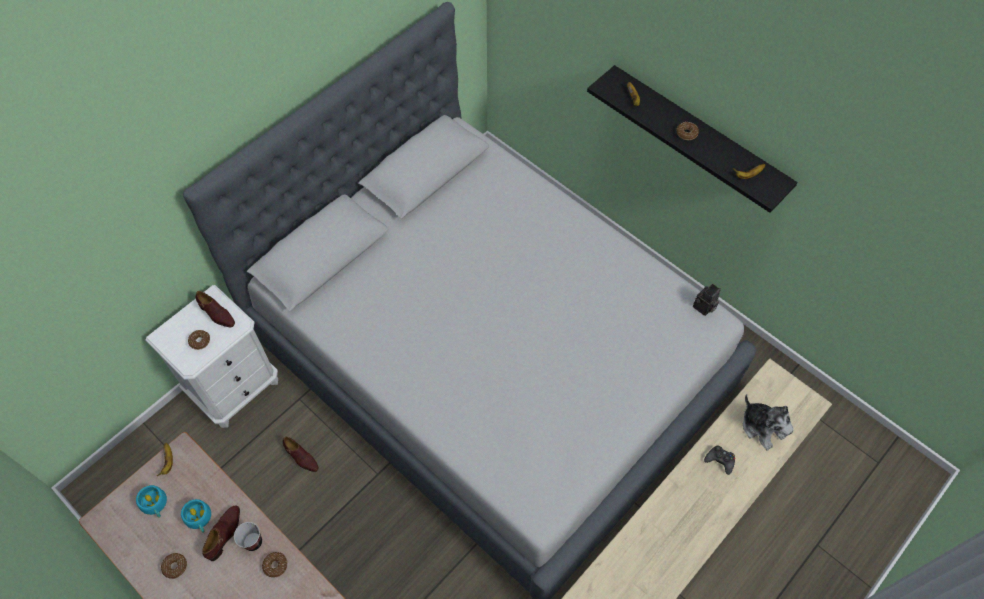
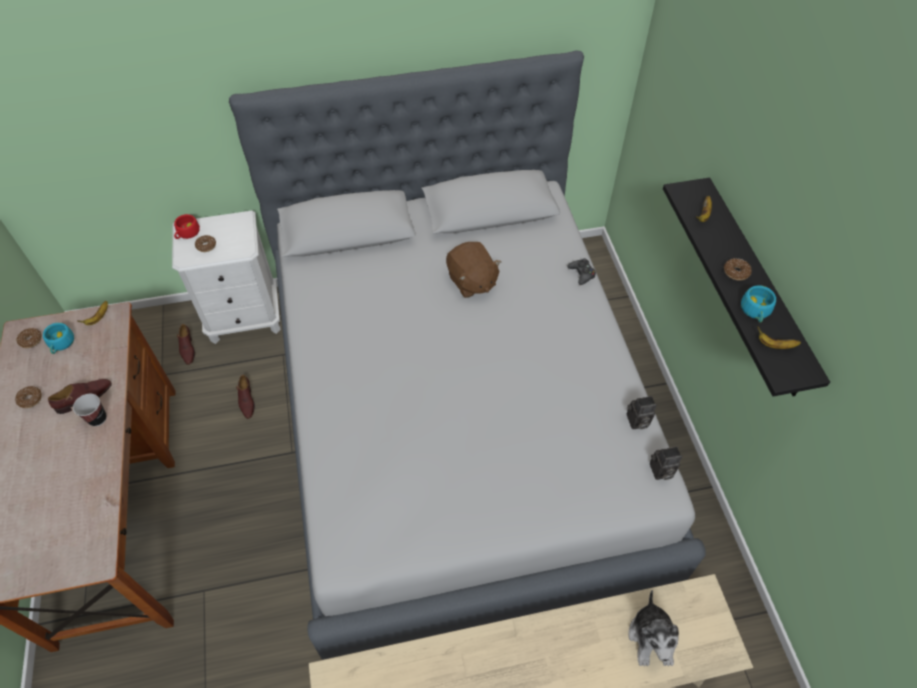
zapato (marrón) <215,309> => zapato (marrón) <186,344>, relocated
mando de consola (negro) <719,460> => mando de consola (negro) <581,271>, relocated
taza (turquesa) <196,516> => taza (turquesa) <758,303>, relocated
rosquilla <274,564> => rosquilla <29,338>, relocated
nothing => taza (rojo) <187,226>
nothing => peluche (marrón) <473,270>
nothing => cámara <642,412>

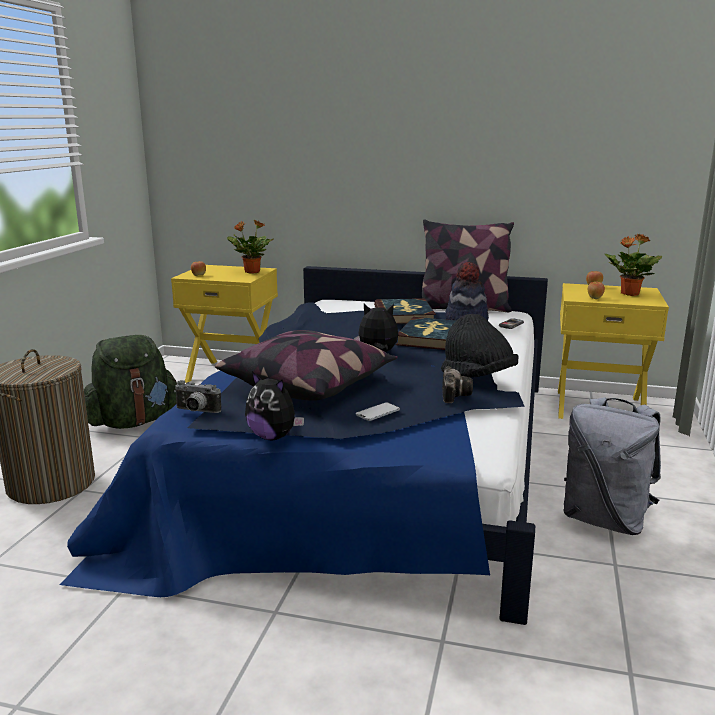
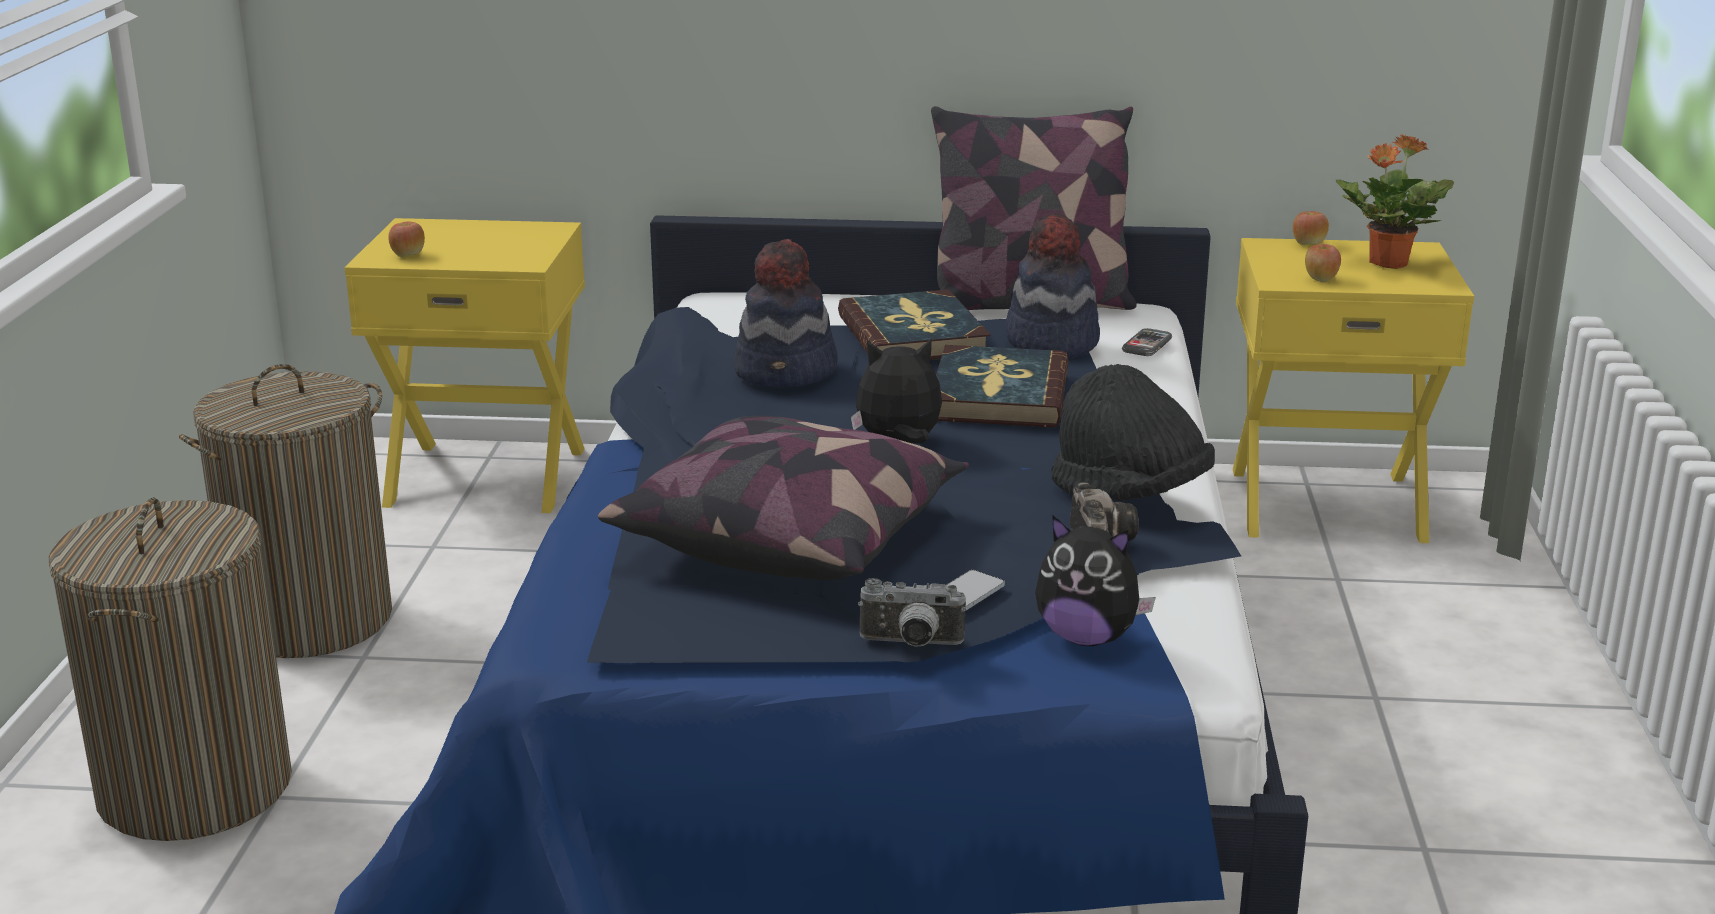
planta en maceta <250,246> => nothing
mochila (verde) <131,382> => cesto de la ropa <285,511>
peluche <274,406> => peluche <1095,580>, relocated
cámara <197,396> => cámara <912,612>, relocated
mochila (gris) <612,466> => nothing
nothing => sombrero <786,313>

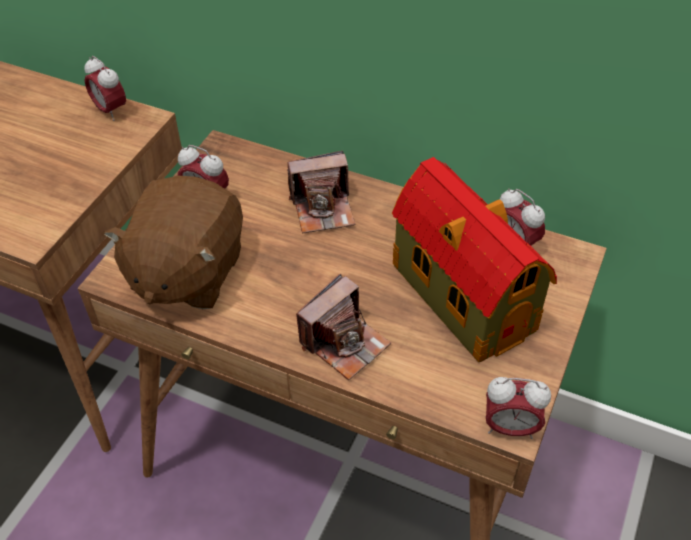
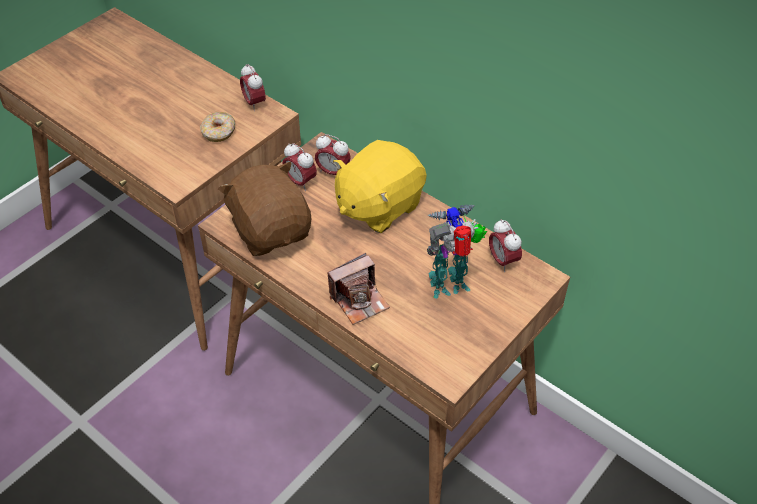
cámara <321,192> => peluche (amarillo) <380,186>
casita <474,259> => robot de juguete <457,251>
peluche (marrón) <173,242> => peluche (marrón) <264,209>, 120 degrees clockwise
despertador <518,408> => despertador <333,154>, relocated
nothing => rosquilla <217,127>

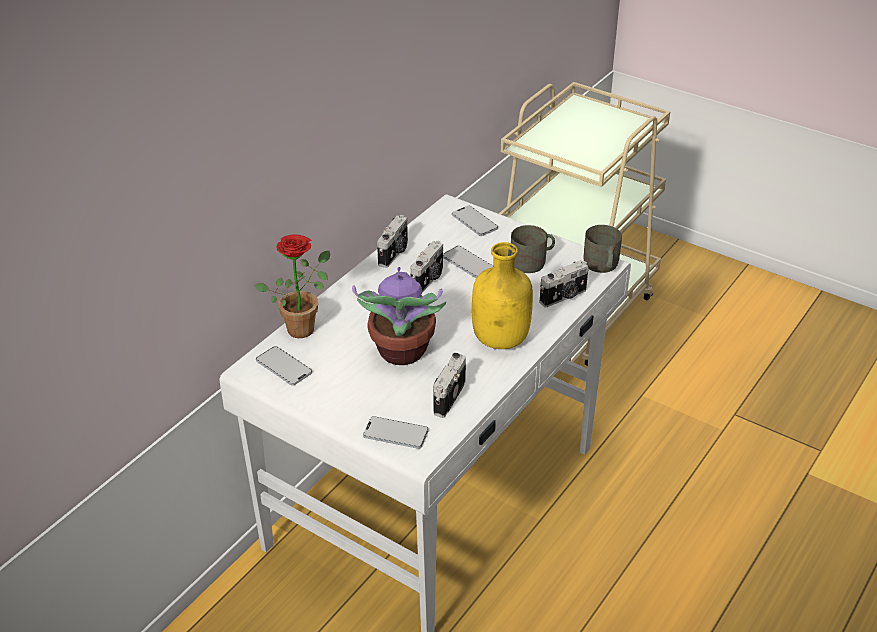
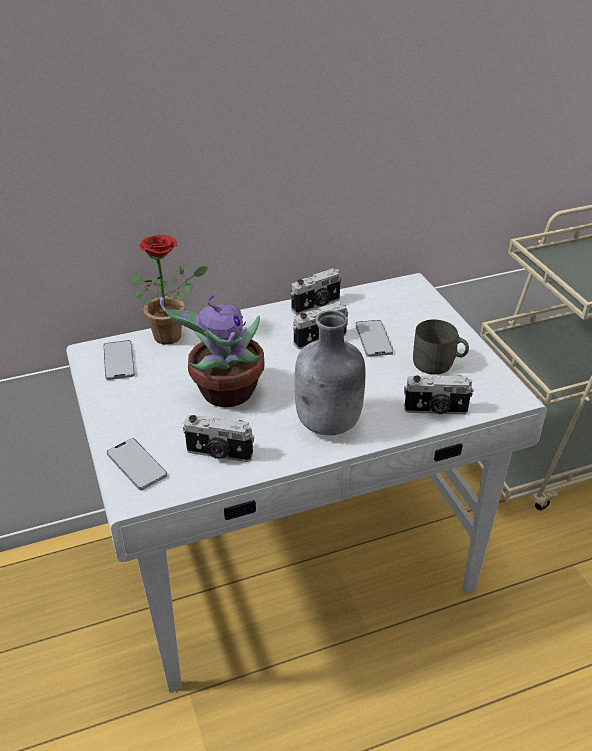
móvil <475,220> => nothing
taza grande (gris) <603,249> => nothing
botella (amarillo) <502,295> => botella (gris) <330,372>
cámara <449,385> => cámara <218,438>, 135 degrees counterclockwise

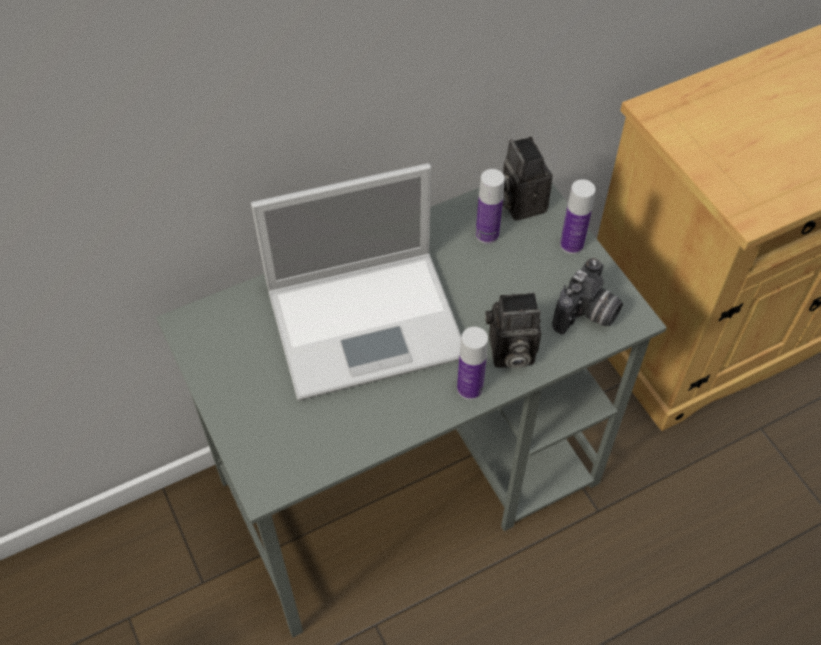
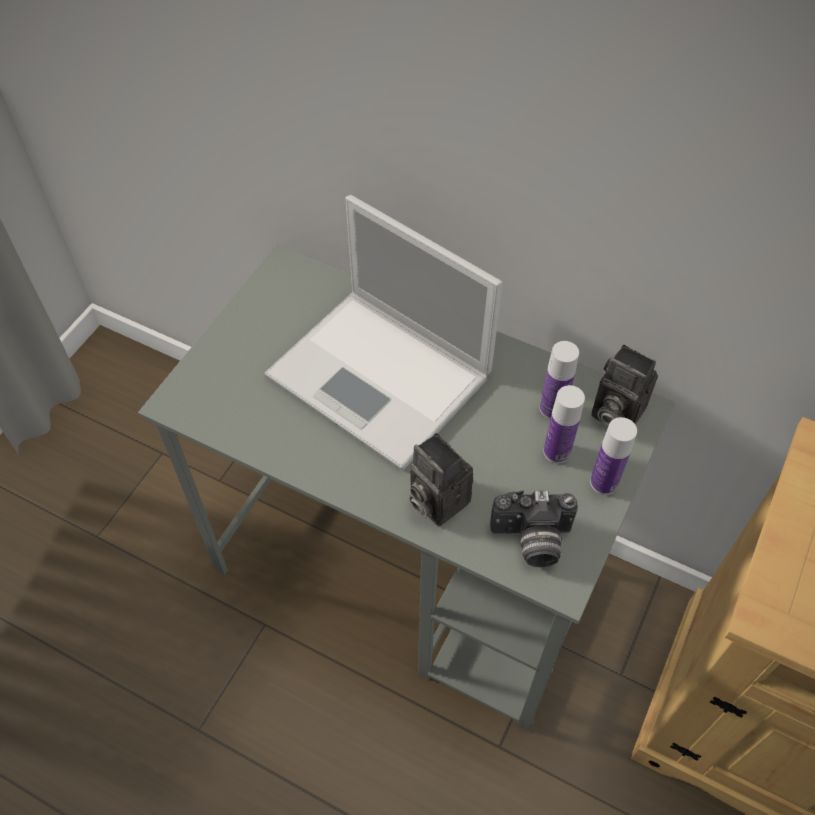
cámara <527,179> => cámara <624,385>, 90 degrees counterclockwise
botella <472,363> => botella <564,424>, relocated

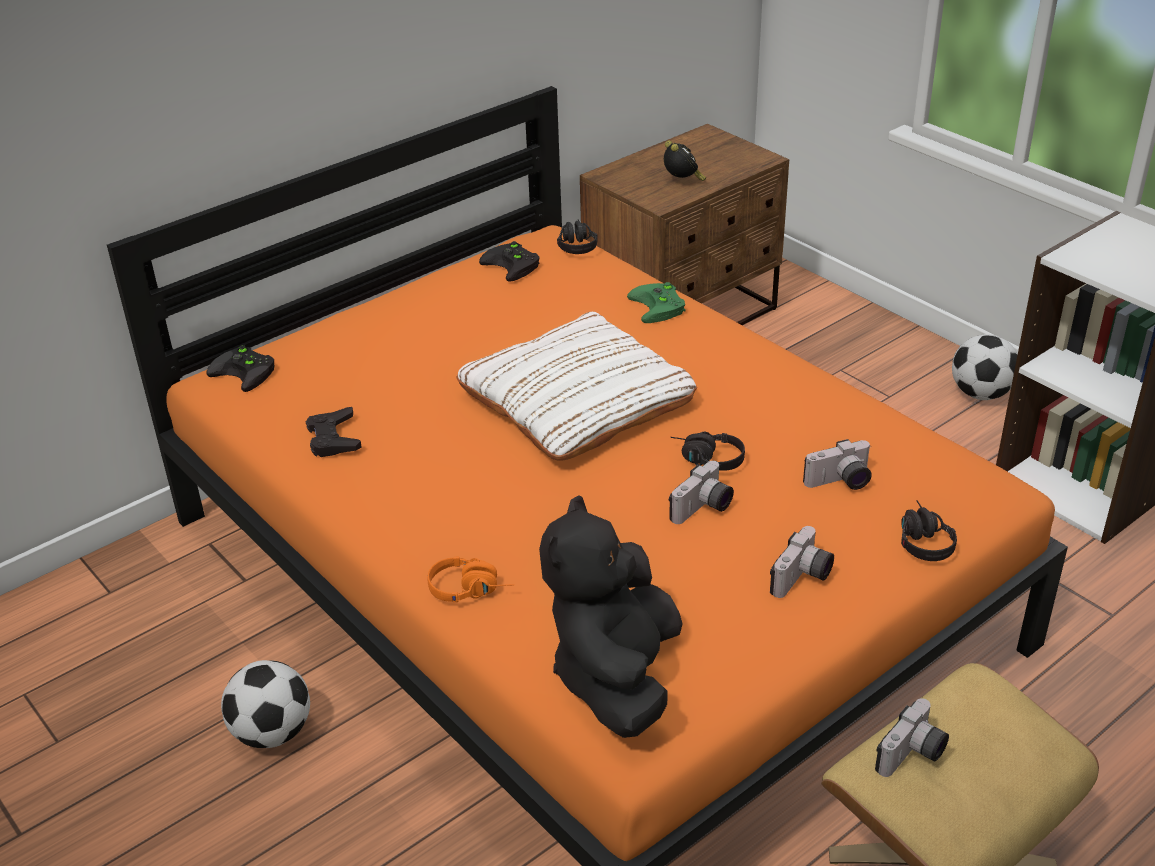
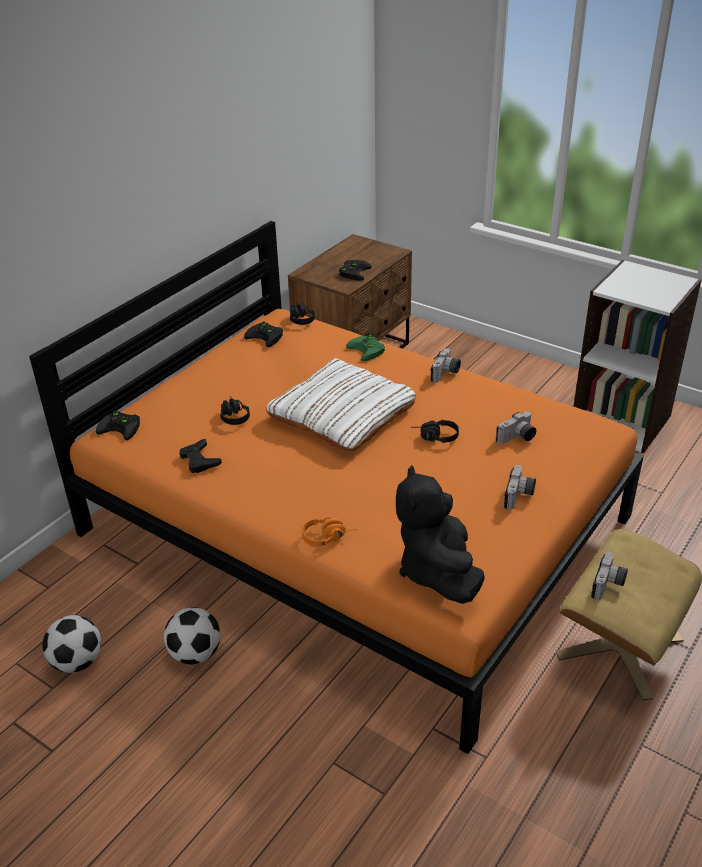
despertador <685,161> => mando de consola (negro) <355,270>
balón de fútbol <985,367> => balón de fútbol <72,644>, relocated
cámara <701,492> => cámara <445,365>, relocated
auriculares (negro) <929,530> => auriculares (negro) <235,410>, relocated

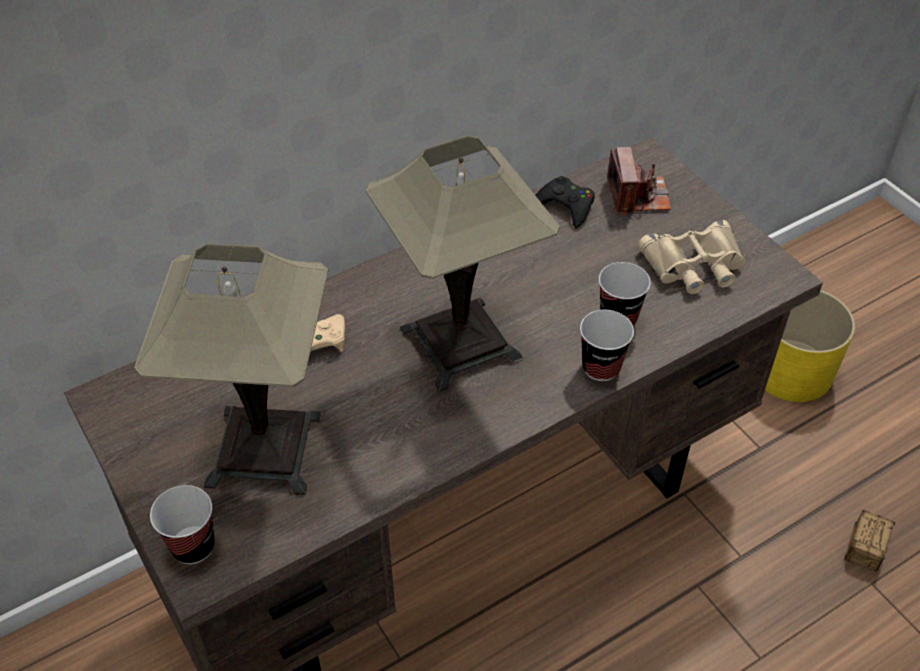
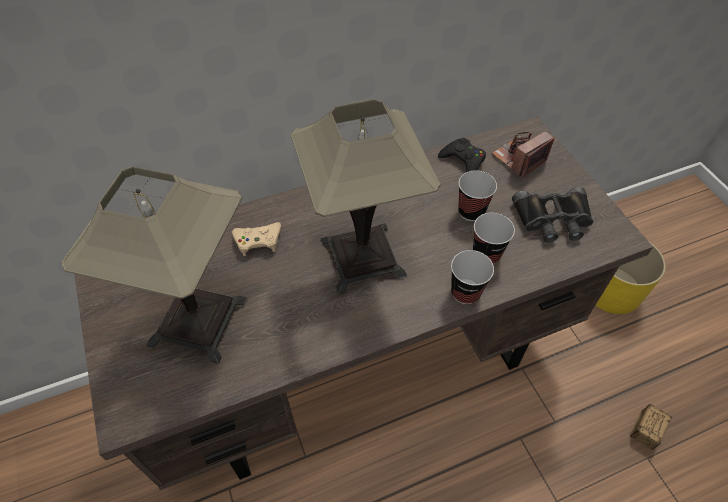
cámara <639,181> => cámara <523,154>, 135 degrees counterclockwise
prismáticos (beis) <691,257> => prismáticos (negro) <552,215>
taza <182,524> => taza <477,195>, relocated

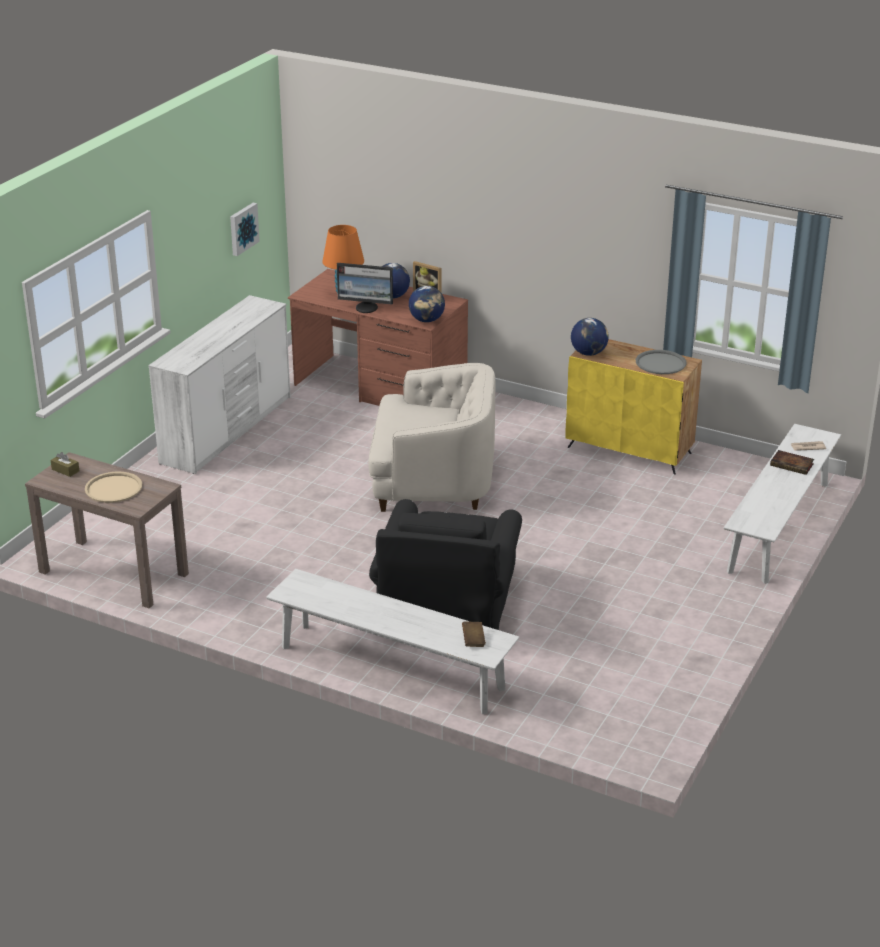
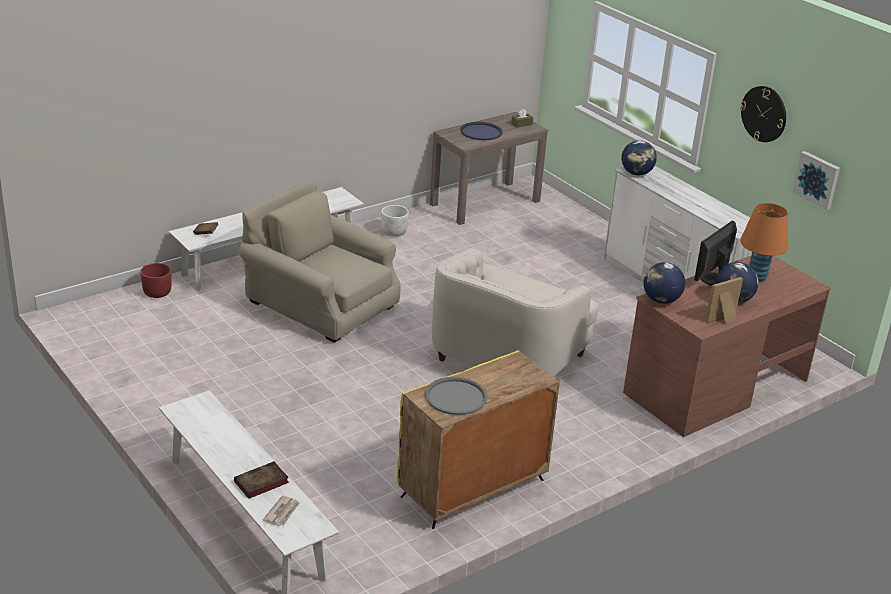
globo terráqueo <590,337> => globo terráqueo <639,157>, relocated
bandeja (beis) <113,487> => bandeja (azul) <481,131>
sillón (negro) <445,564> => sillón (beis) <320,262>
nothing => reloj de pared <763,114>
nothing => maceta (blanco) <395,220>
nothing => maceta (rojo) <156,280>

